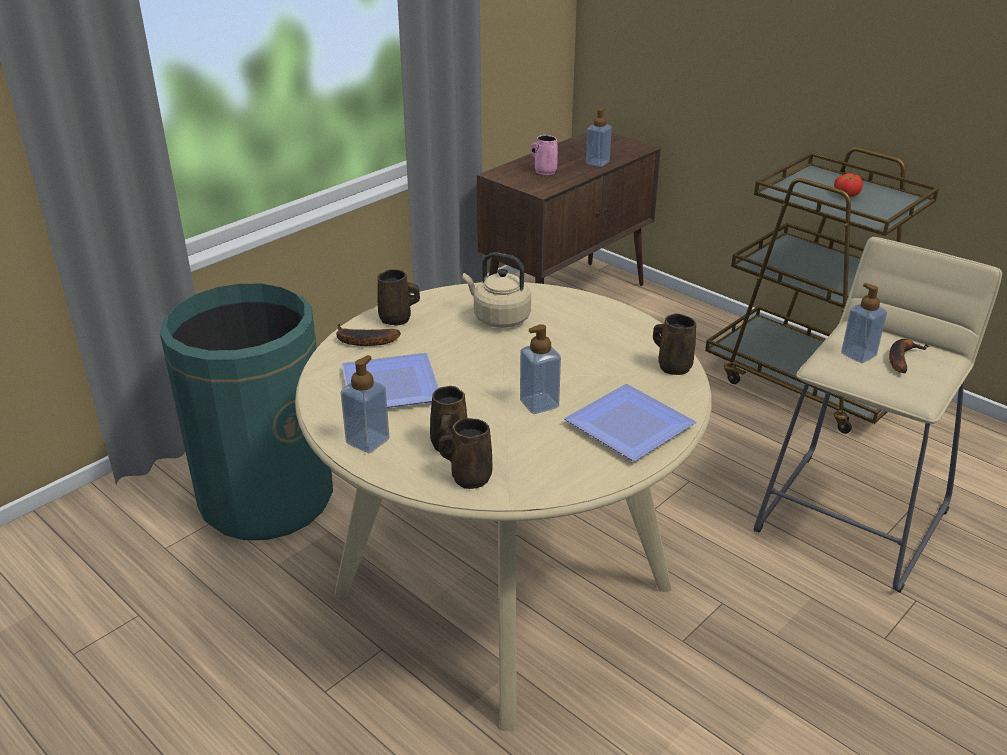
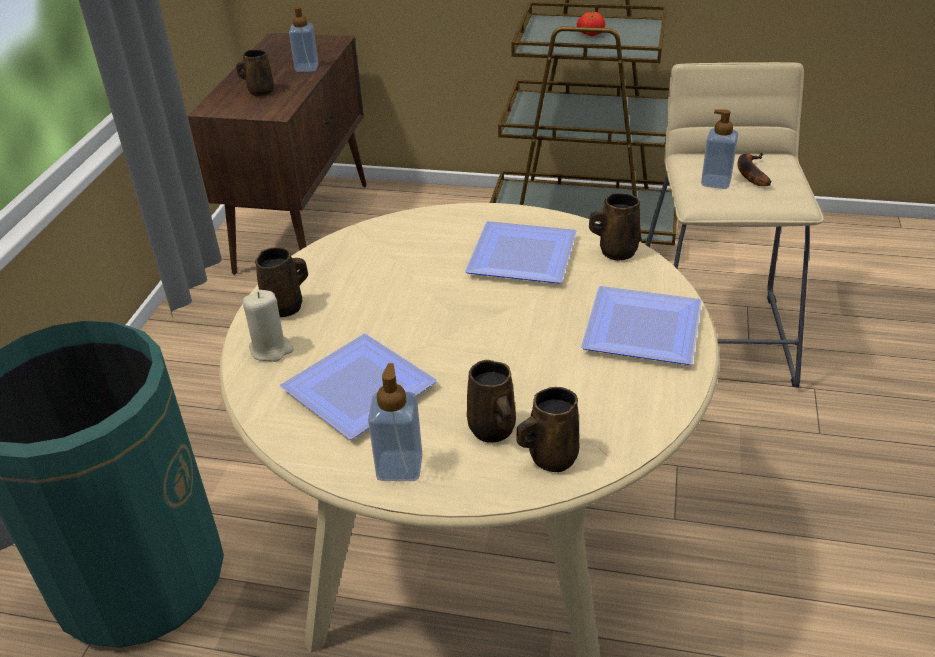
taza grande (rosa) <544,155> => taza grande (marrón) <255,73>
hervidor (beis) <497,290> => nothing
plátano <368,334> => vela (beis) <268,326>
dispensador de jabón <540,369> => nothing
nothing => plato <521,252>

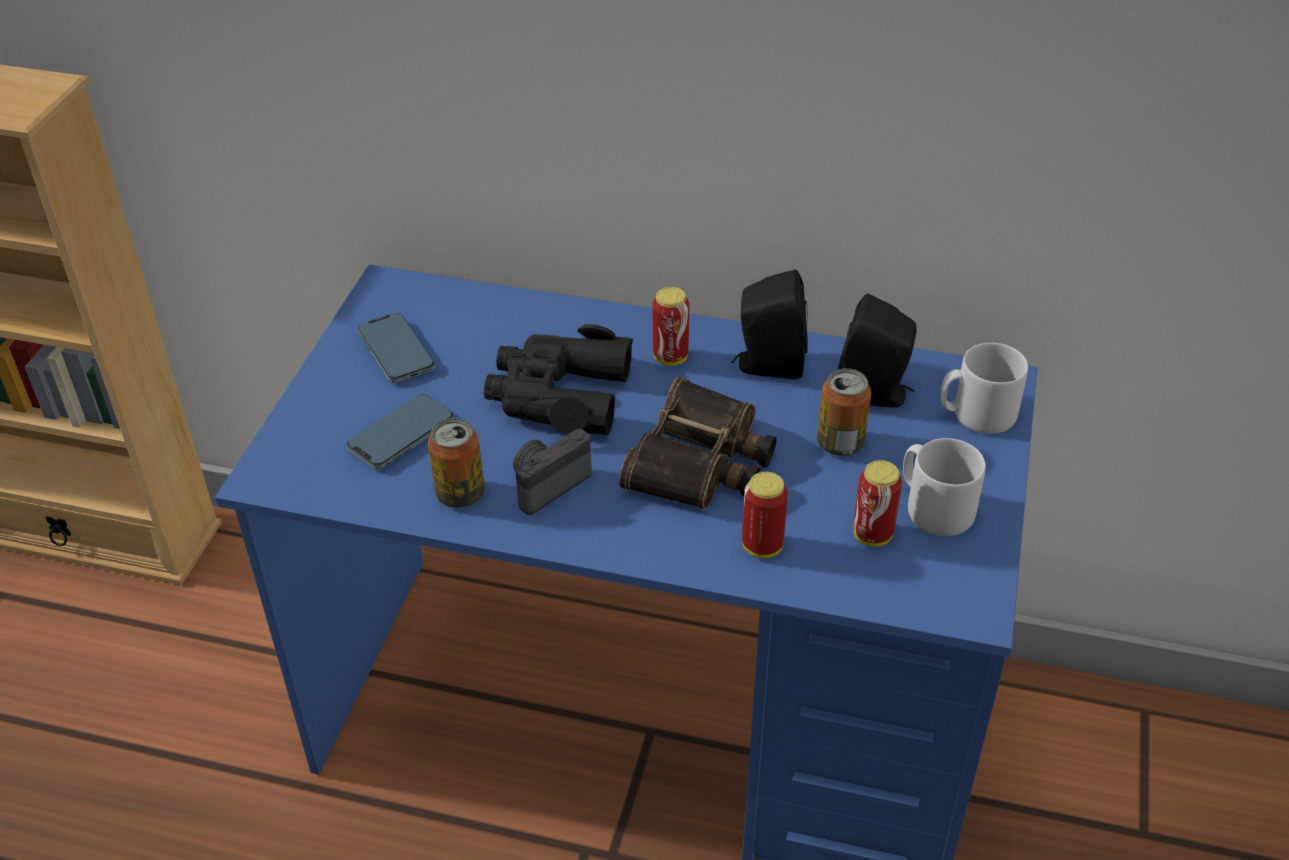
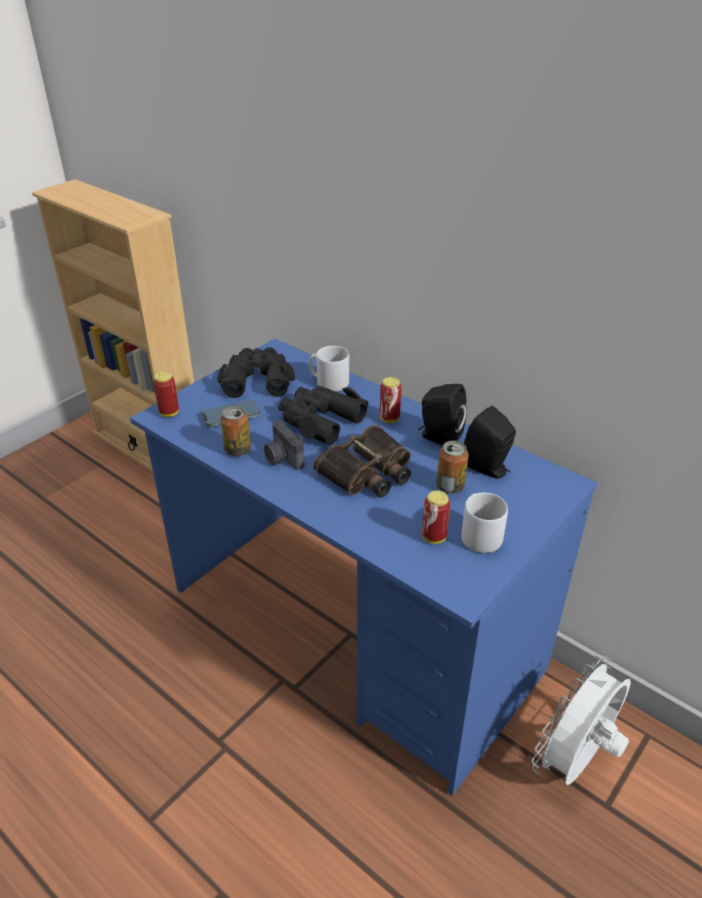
móvil <396,348> => prismáticos (negro) <256,372>
taza grande (gris) <984,388> => taza grande (gris) <329,369>, relocated
cámara <552,472> => cámara <284,445>, 105 degrees counterclockwise
lata <765,515> => lata <166,394>, relocated
nothing => ventilador (blanco) <581,720>

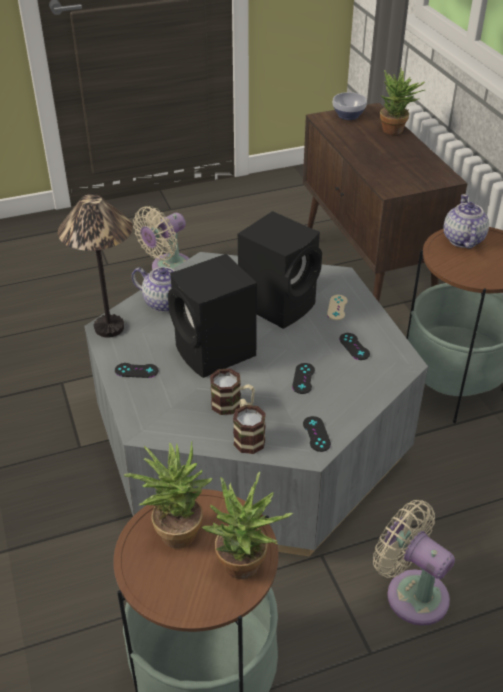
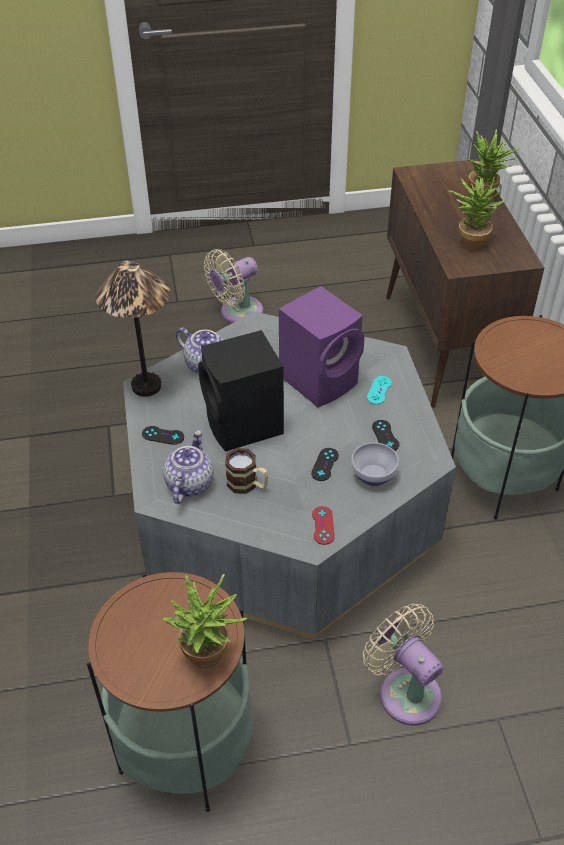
cuenco <350,106> => cuenco <375,464>, relocated
tetera <466,221> => tetera <188,467>, relocated
altavoz (negro) <280,270> => altavoz (morado) <322,346>
mando de consola (beis) <337,307> => mando de consola (turquesa) <379,390>
taza grande <249,426> => nothing
mando de consola (negro) <317,434> => mando de consola (rojo) <323,525>
planta en maceta <168,495> => planta en maceta <476,212>, relocated

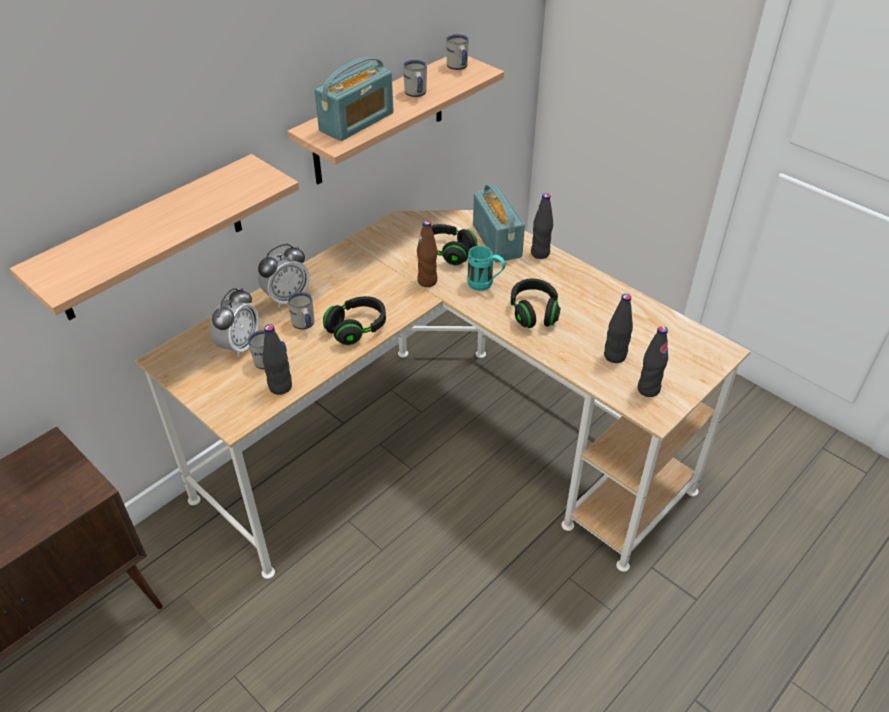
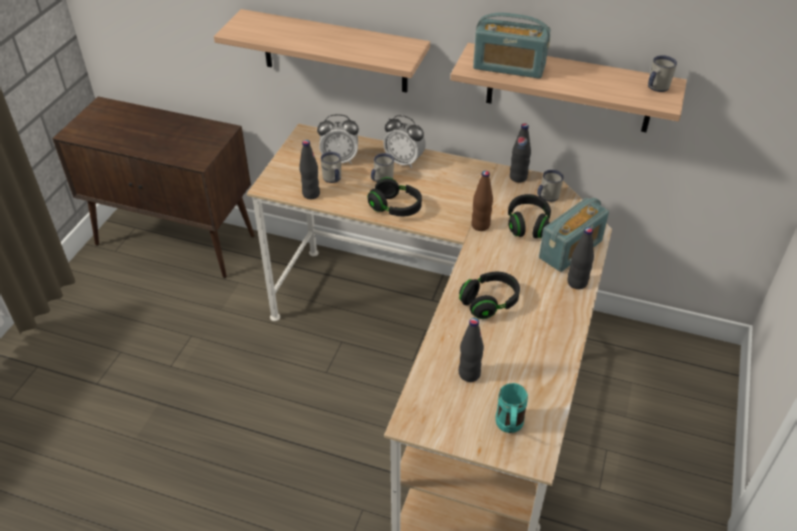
taza grande (blanco) <415,78> => taza grande (blanco) <550,186>, relocated
taza grande (turquesa) <486,268> => taza grande (turquesa) <511,408>, relocated
botella (negro) <653,361> => botella (negro) <520,153>, relocated

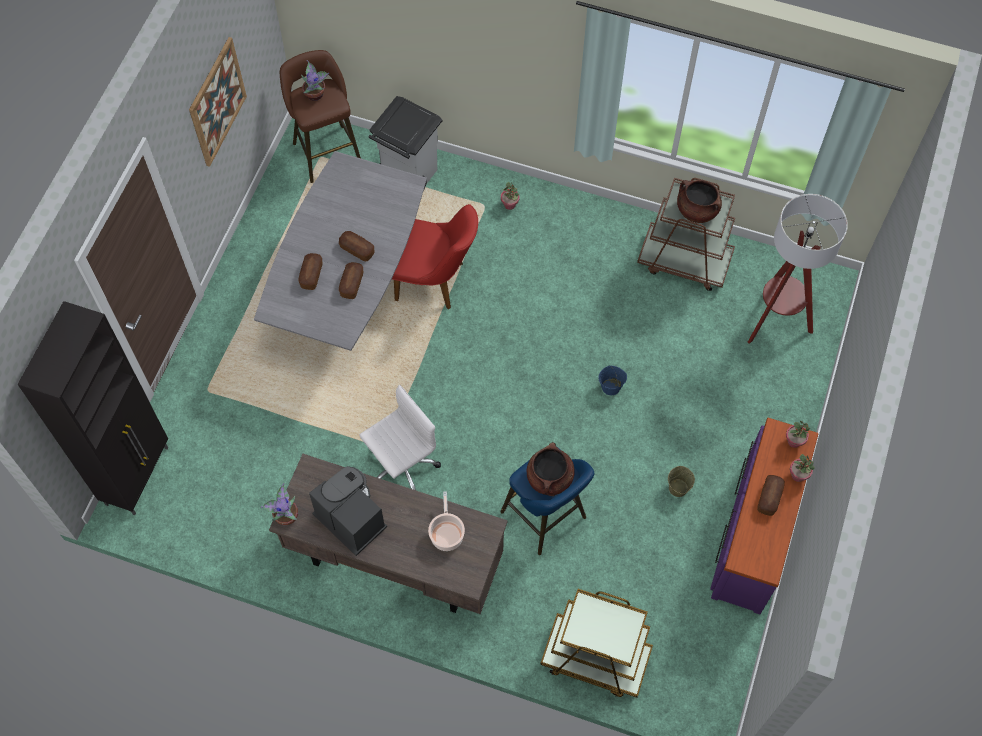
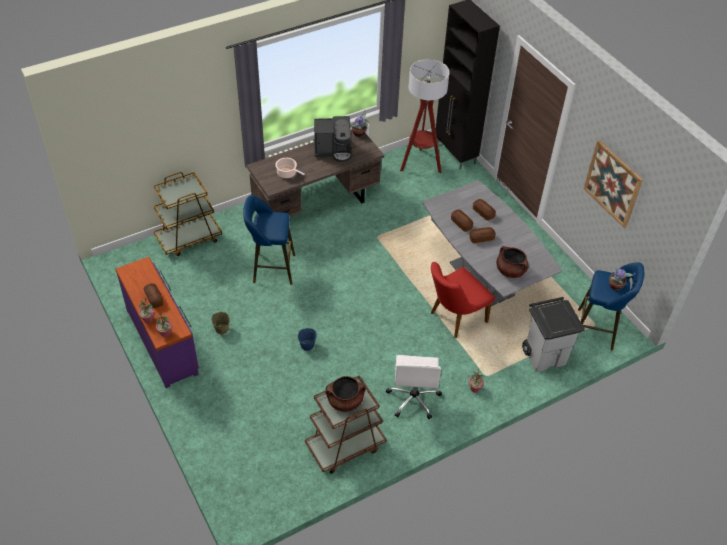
taburete (marrón) <320,116> => taburete (azul) <611,306>
lámpara de pie <798,269> => lámpara de pie <425,116>, relocated
silla de oficina (blanco) <400,437> => silla de oficina (blanco) <414,387>, relocated
olla (marrón) <551,469> => olla (marrón) <512,262>, relocated

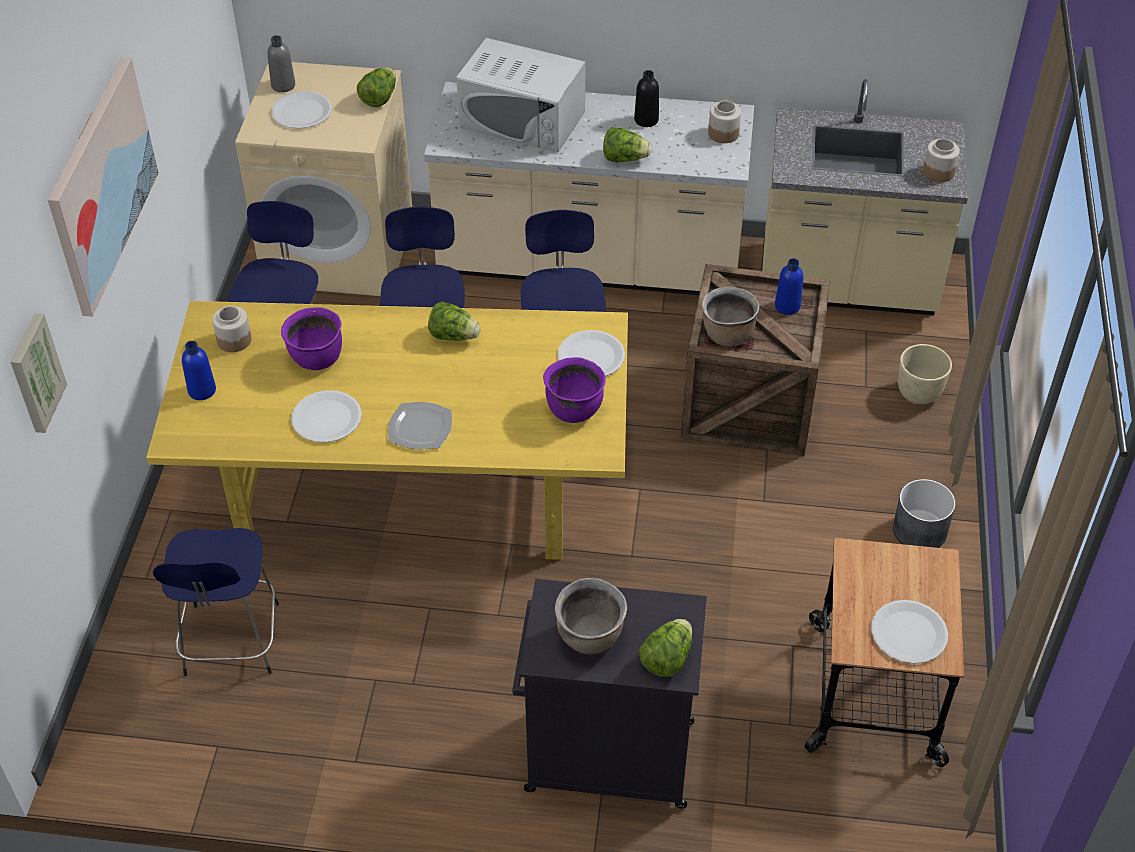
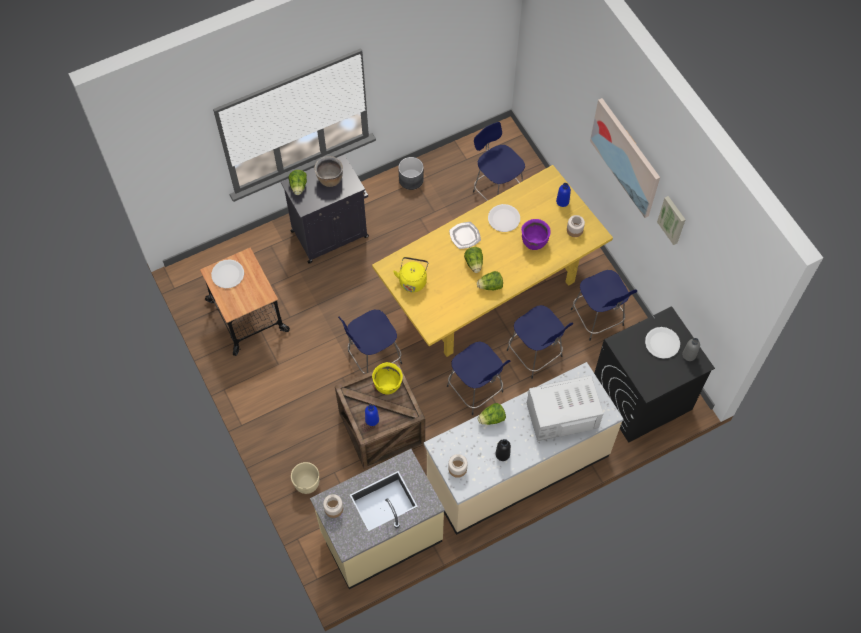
lavadora (beis) <323,179> => lavadora (negro) <654,374>
lechuga <376,87> => lechuga <473,260>, relocated
olla (marrón) <731,316> => olla (amarillo) <387,378>
cuadro <38,373> => cuadro <671,220>, relocated
plato (blanco) <591,353> => nothing
olla (morado) <574,390> => hervidor (amarillo) <410,274>
maceta (gris) <924,513> => maceta (gris) <411,173>, relocated
nothing => taburete (azul) <370,342>

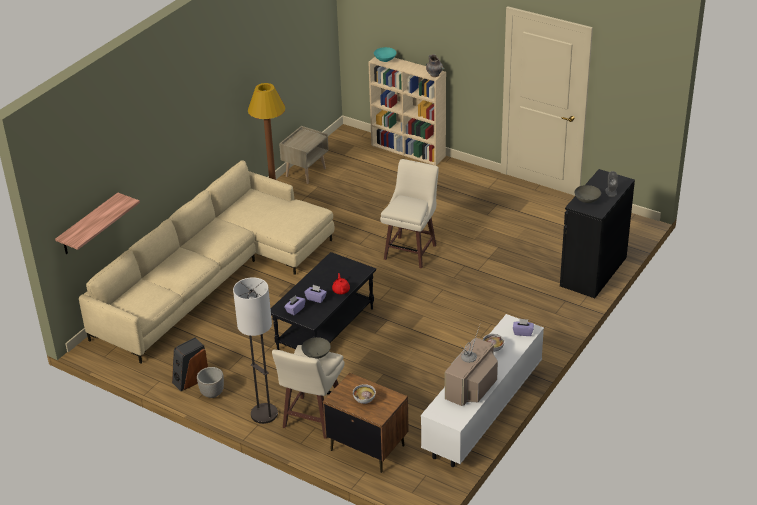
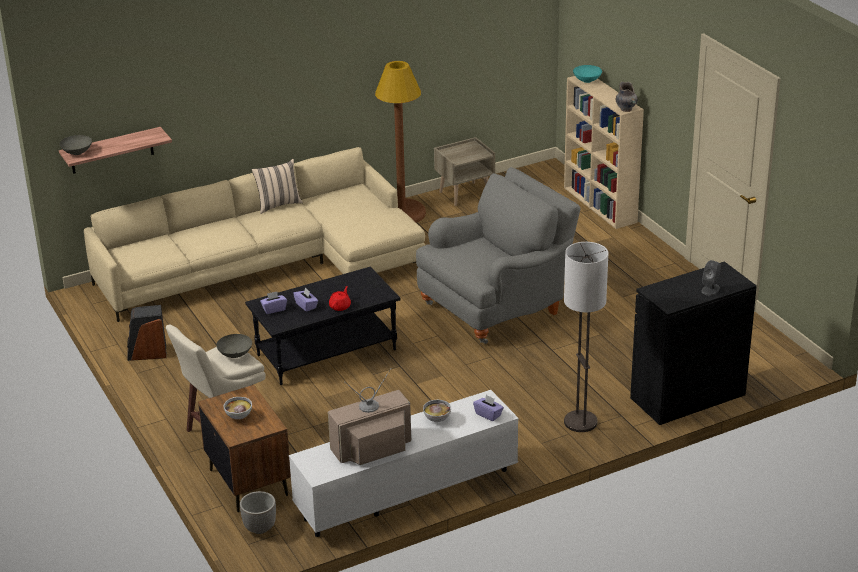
taburete (beis) <409,213> => sillón (gris) <498,255>
cuenco (gris) <588,194> => cuenco (gris) <76,145>, relocated
lámpara de pie <255,350> => lámpara de pie <586,337>, relocated
maceta <210,382> => maceta <258,512>, relocated
nothing => cojín (beis) <277,186>

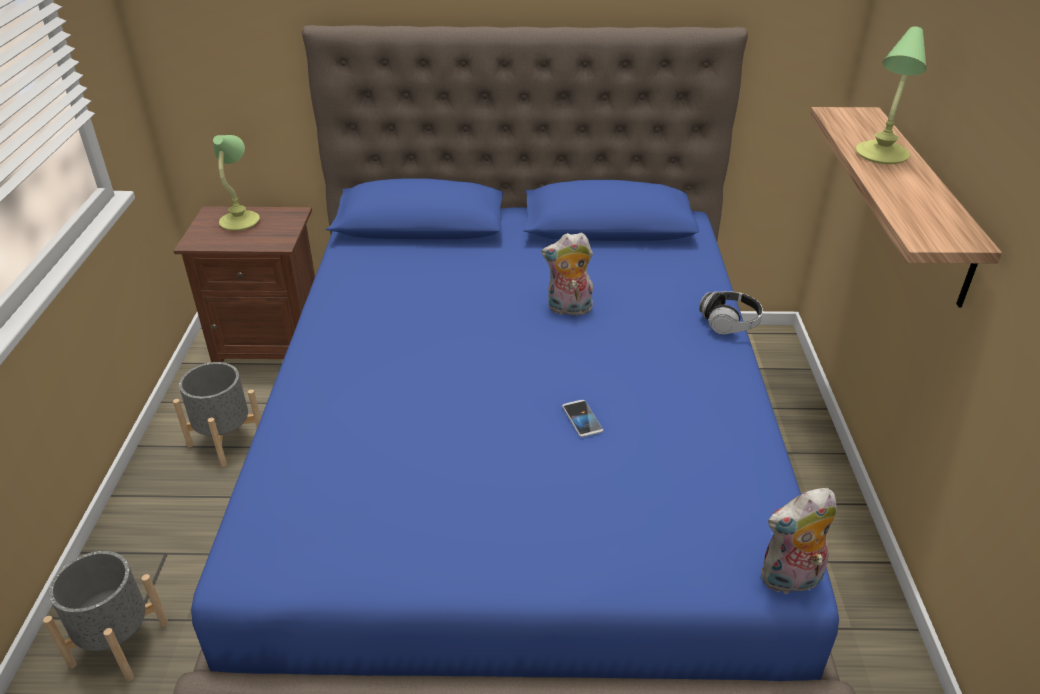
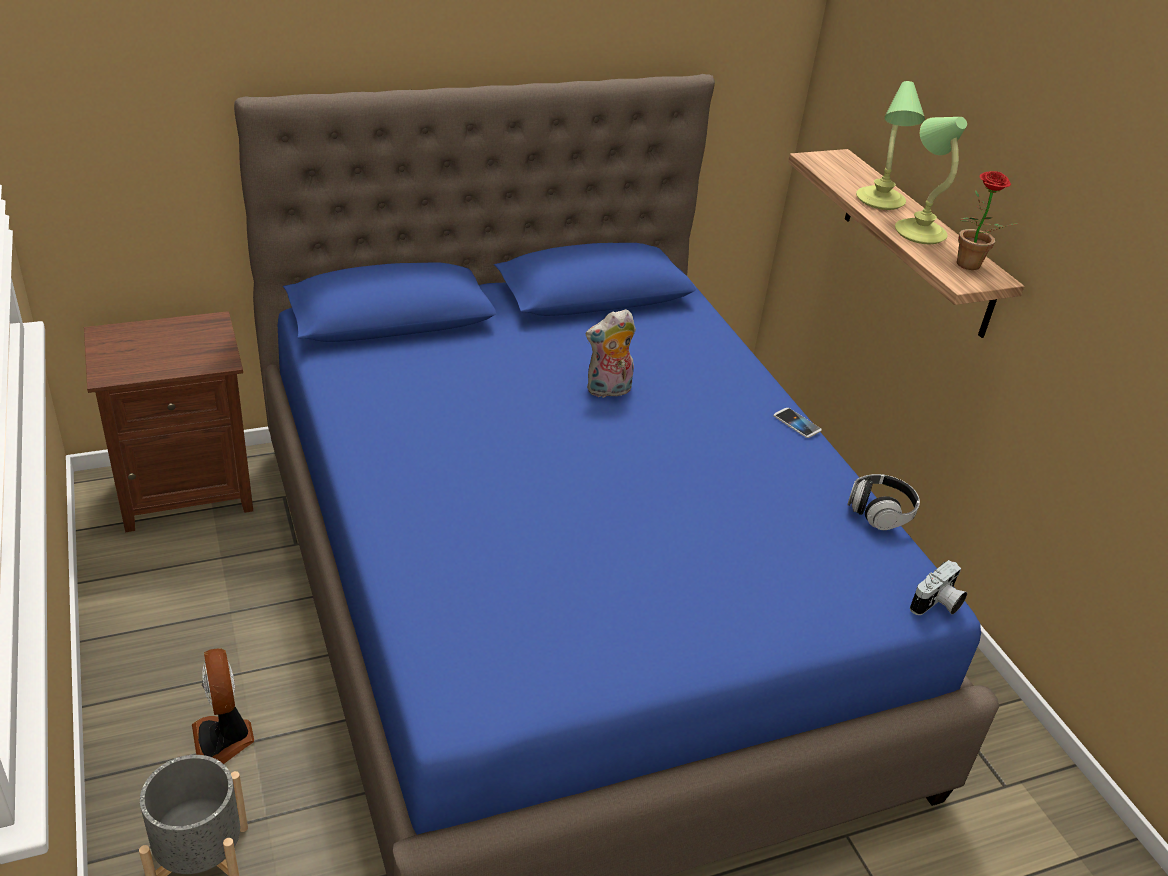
lámpara de mesa <236,183> => lámpara de mesa <931,180>, relocated
auriculares <731,312> => auriculares <883,502>, relocated
maceta (gris) <217,414> => nothing
móvil <582,418> => móvil <798,423>, relocated
peluche <799,541> => cámara <938,587>
nothing => planta en maceta <987,220>
nothing => ventilador <223,706>

